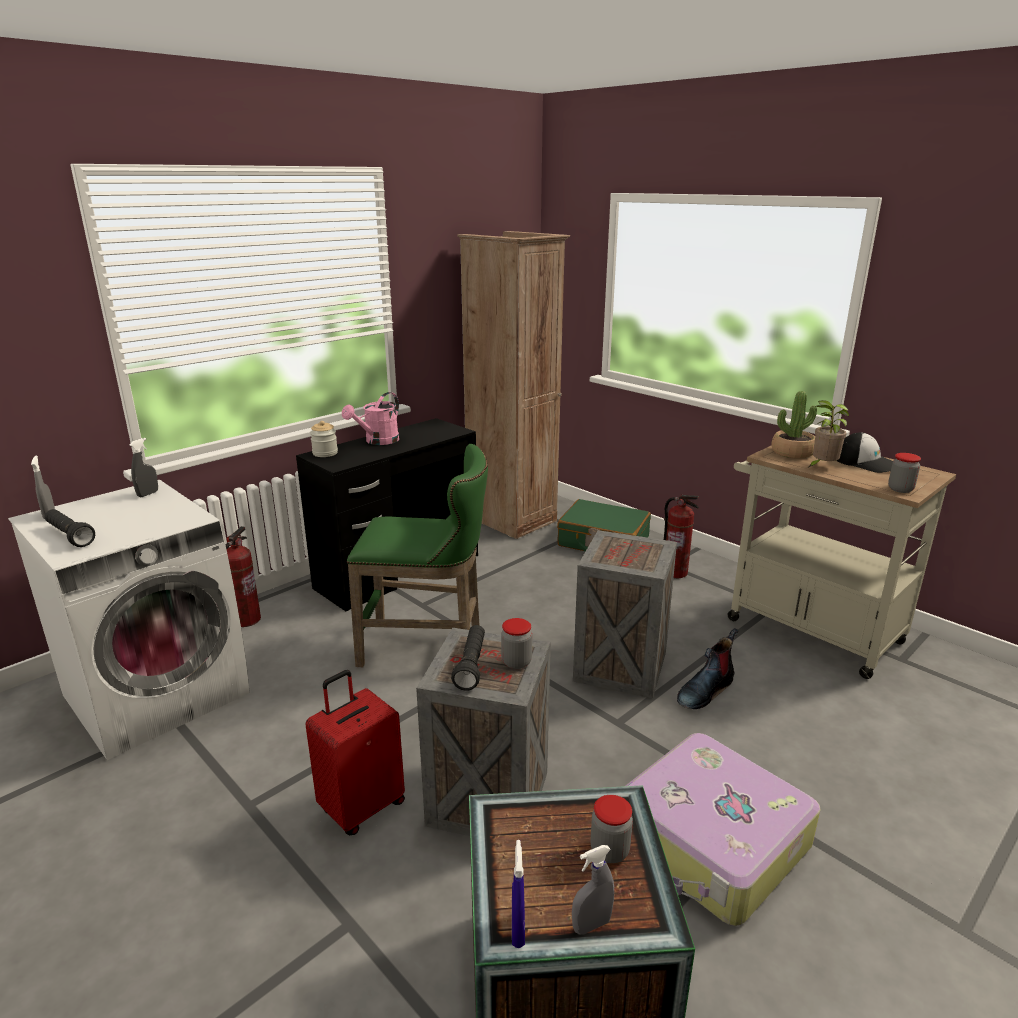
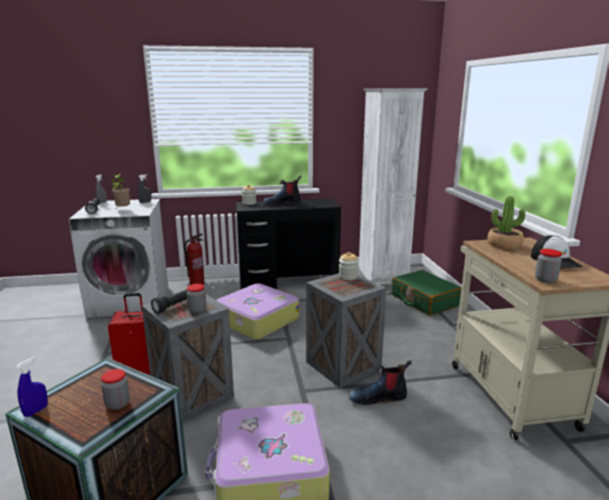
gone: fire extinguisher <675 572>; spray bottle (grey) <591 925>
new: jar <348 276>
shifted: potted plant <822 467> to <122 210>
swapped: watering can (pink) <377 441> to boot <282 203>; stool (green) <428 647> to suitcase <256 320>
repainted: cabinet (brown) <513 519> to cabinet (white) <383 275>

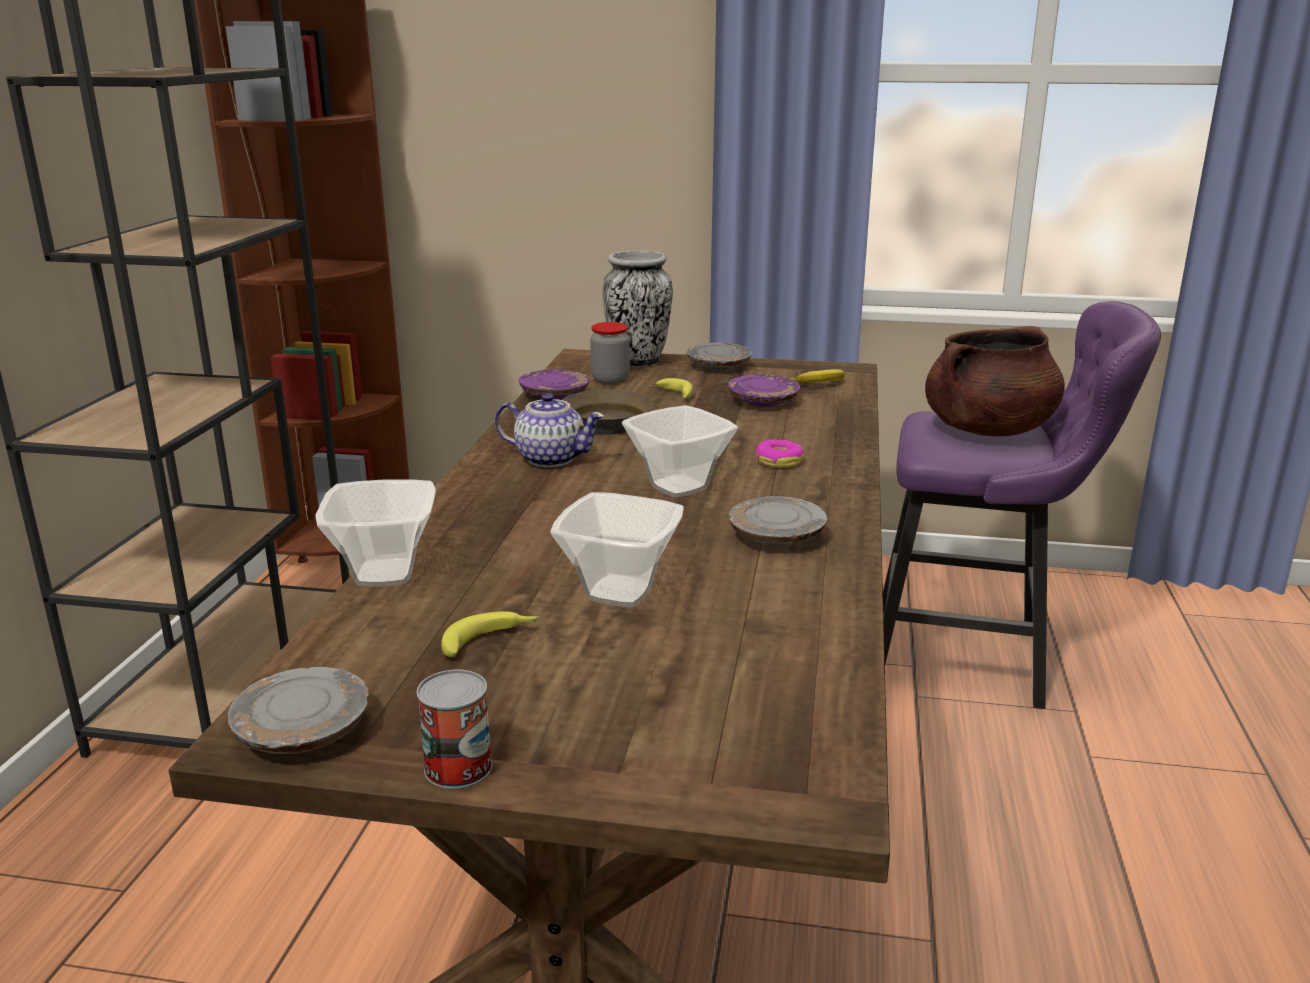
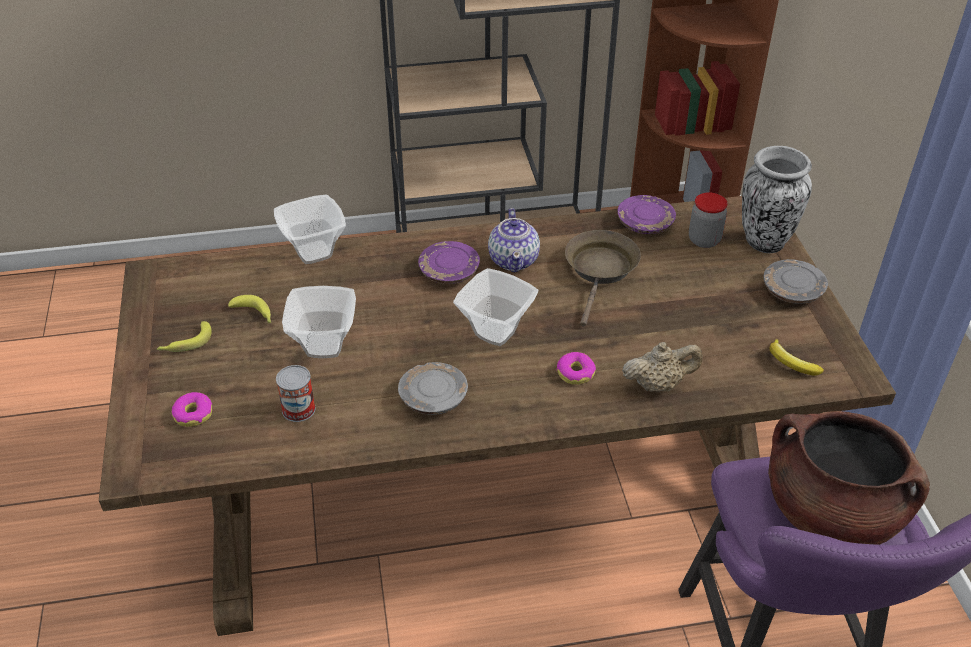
gone: plate (grey) <303 730>
new: teapot (beige) <658 384>; donut <193 414>
shifted: plate (purple) <763 401> to <449 271>; banana <677 396> to <185 343>; can <458 767> to <298 409>

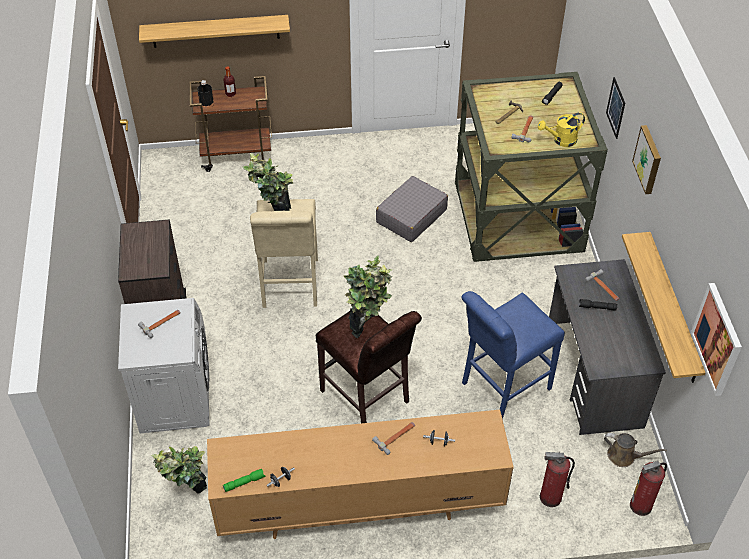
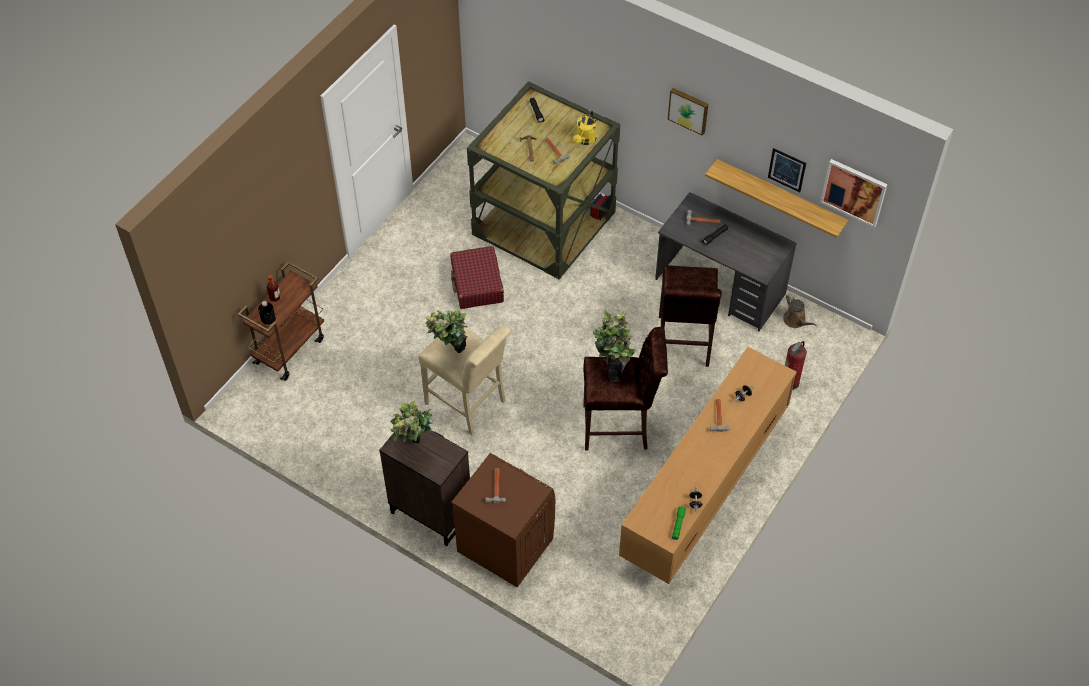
gone: shelf <215 31>; fire extinguisher <640 506>
shifted: picture <616 108> to <787 170>; potted plant <188 495> to <414 450>
repainted: suitcase (grey) <411 216> to suitcase (red) <477 284>; stool (blue) <501 387> to stool (brown) <682 344>; washing machine (white) <175 398> to washing machine (brown) <505 545>
rotated: watering can (brown) <624 456> = <795 321> 90 degrees clockwise

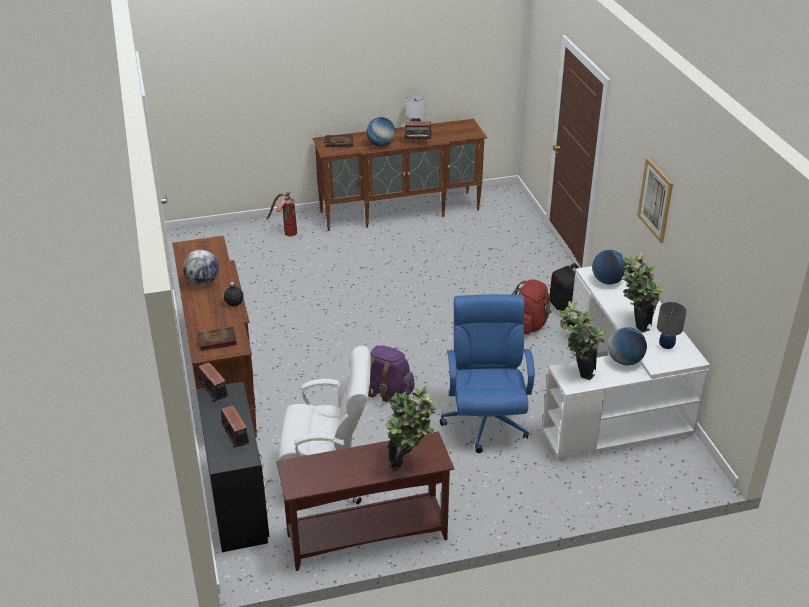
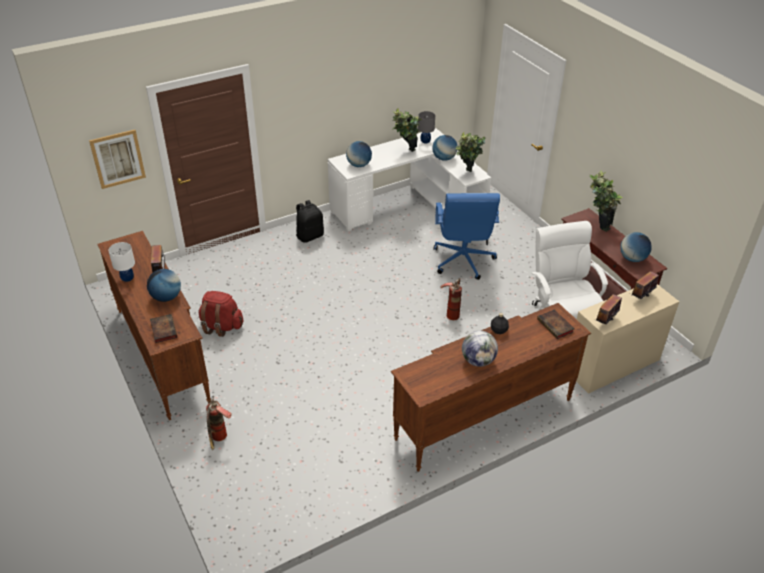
new: globe <632 258>
shifted: picture <655 200> to <118 159>; backpack (red) <530 324> to <221 326>
swapped: backpack (purple) <387 390> to fire extinguisher <452 312>
repainted: desk (black) <237 502> to desk (beige) <612 365>
rotated: office chair (blue) <485 422> = <463 259> 75 degrees counterclockwise

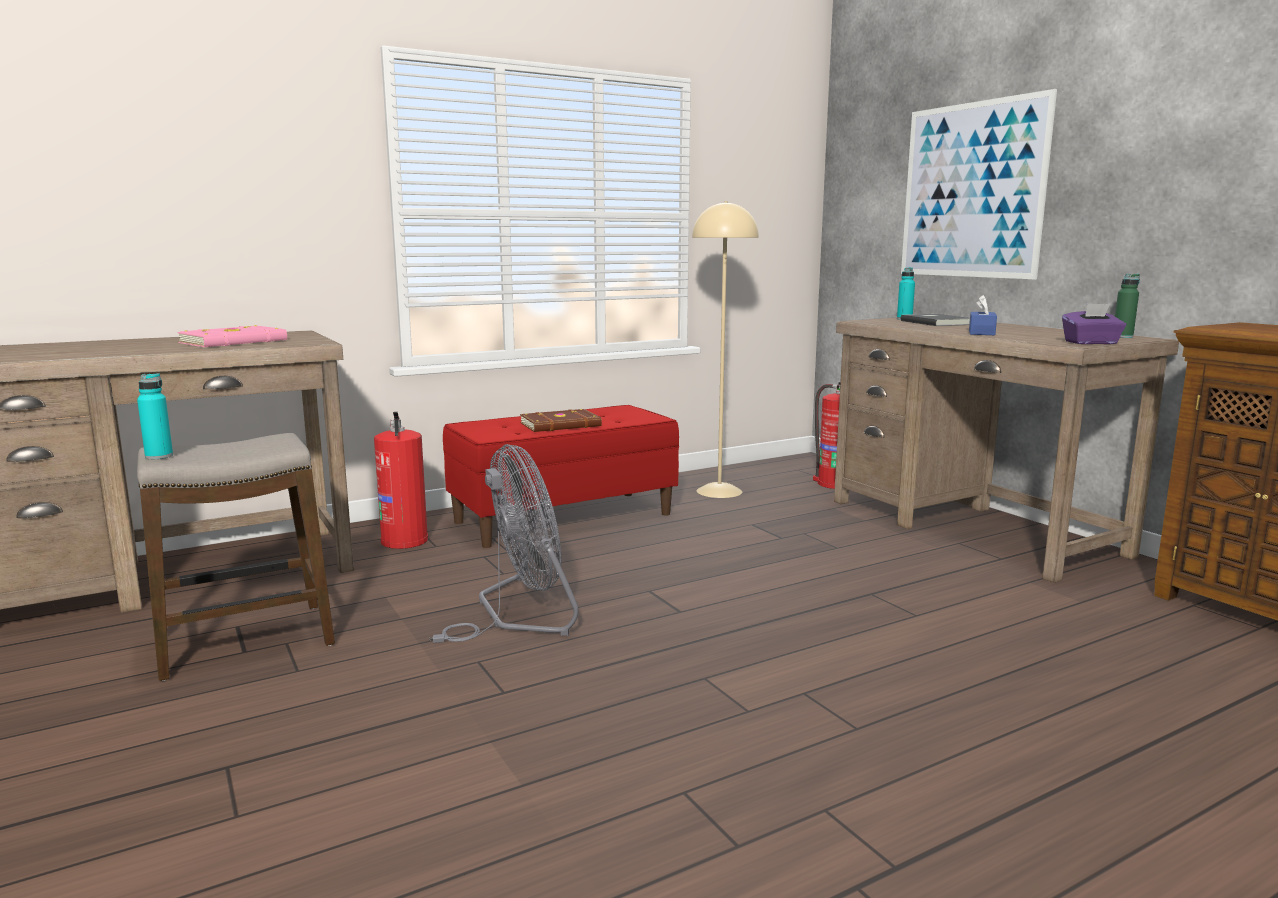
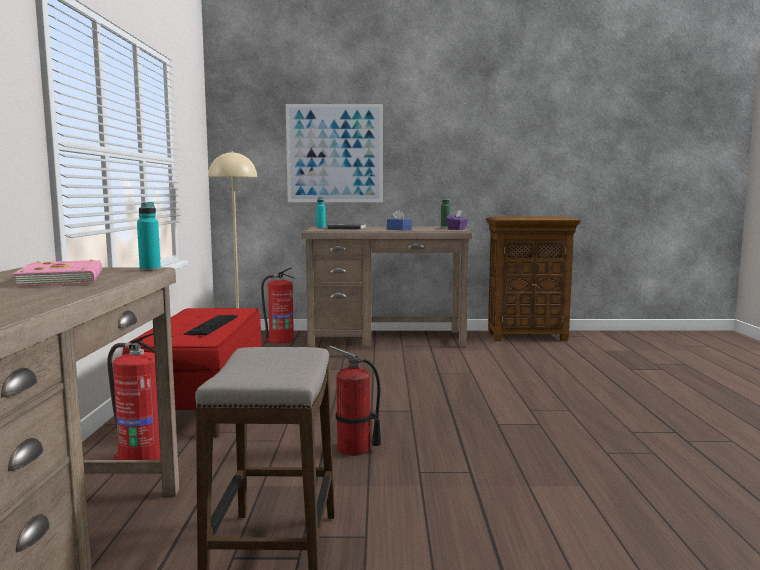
shifted: bottle (turquoise) <159 456> to <150 269>
swapped: book (brown) <561 425> to keyboard <212 325>; fan (grey) <513 612> to fire extinguisher <354 449>

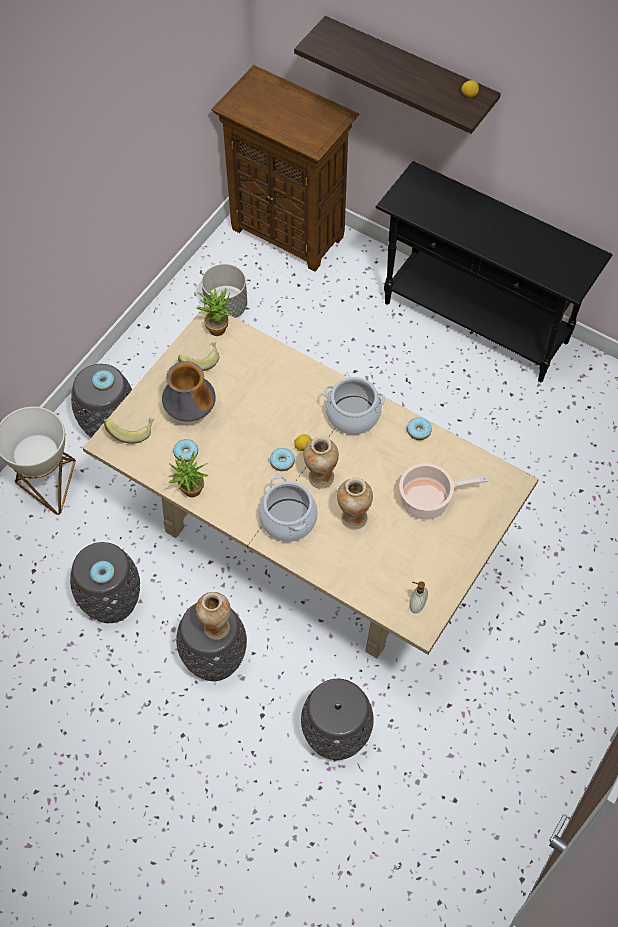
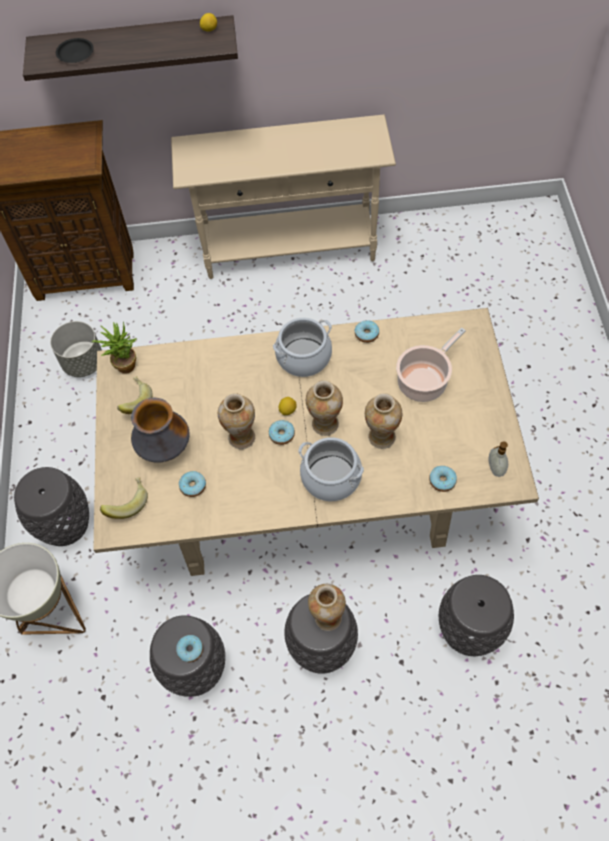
gone: potted plant <190 493>
new: plate (black) <75 53>; vase <241 437>
shifted: donut <103 383> to <442 481>
repainted: console table (black) <476 323> to console table (beige) <290 249>

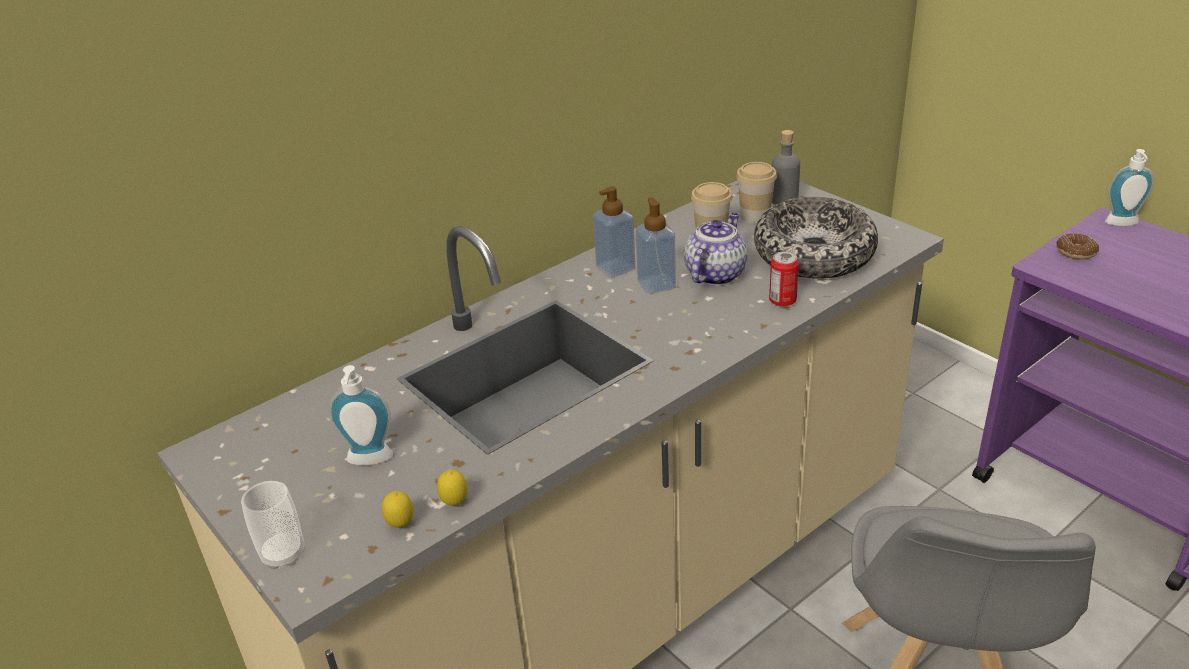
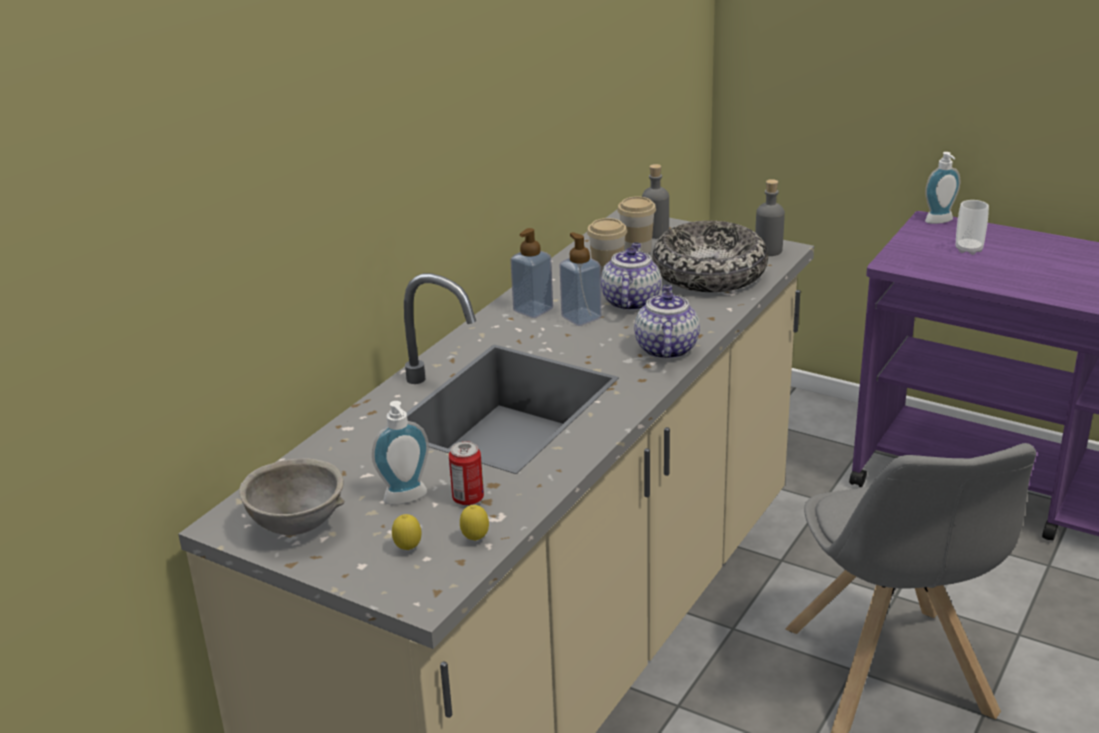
gone: donut <1076 252>
new: bottle (grey) <768 250>; teapot <665 348>; bowl (grey) <297 525>
shifted: can <782 301> to <468 499>; lemon <455 503> to <408 549>; cup <283 554> to <968 249>

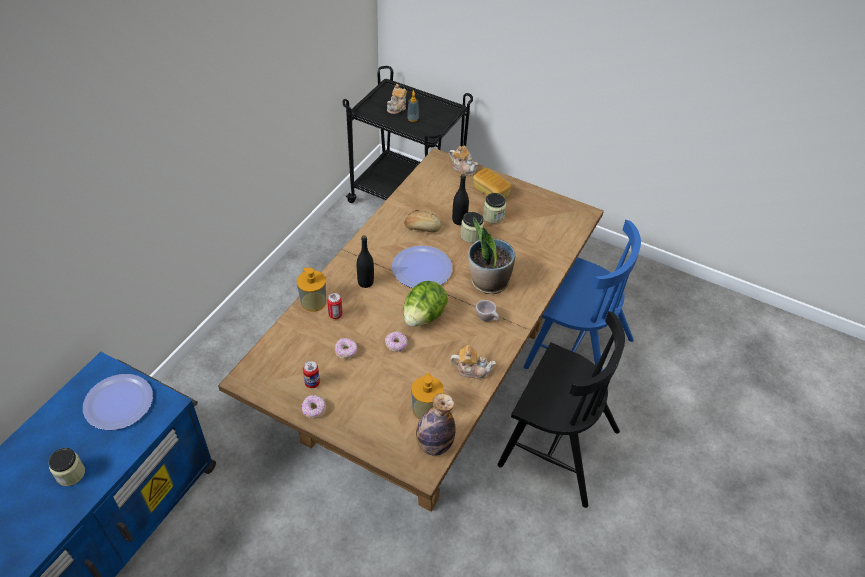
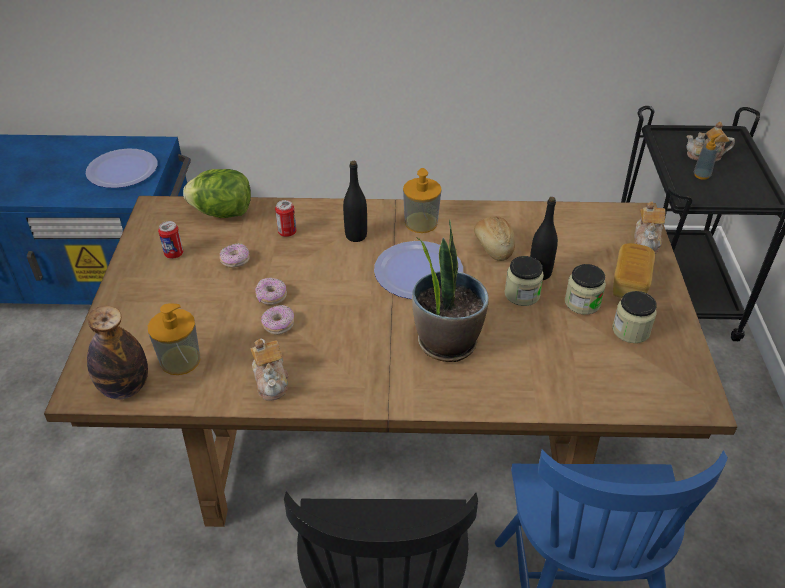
gone: cup (beige) <487 319>
shifted: soap dispenser <313 302> to <421 223>; lettuce <424 316> to <223 213>; donut <314 410> to <278 325>; jar <70 474> to <630 330>

